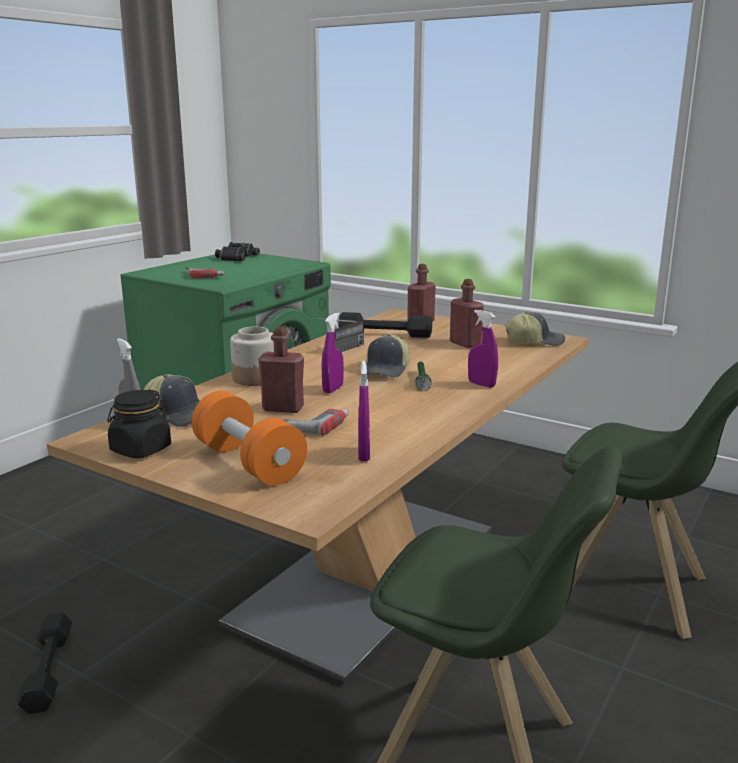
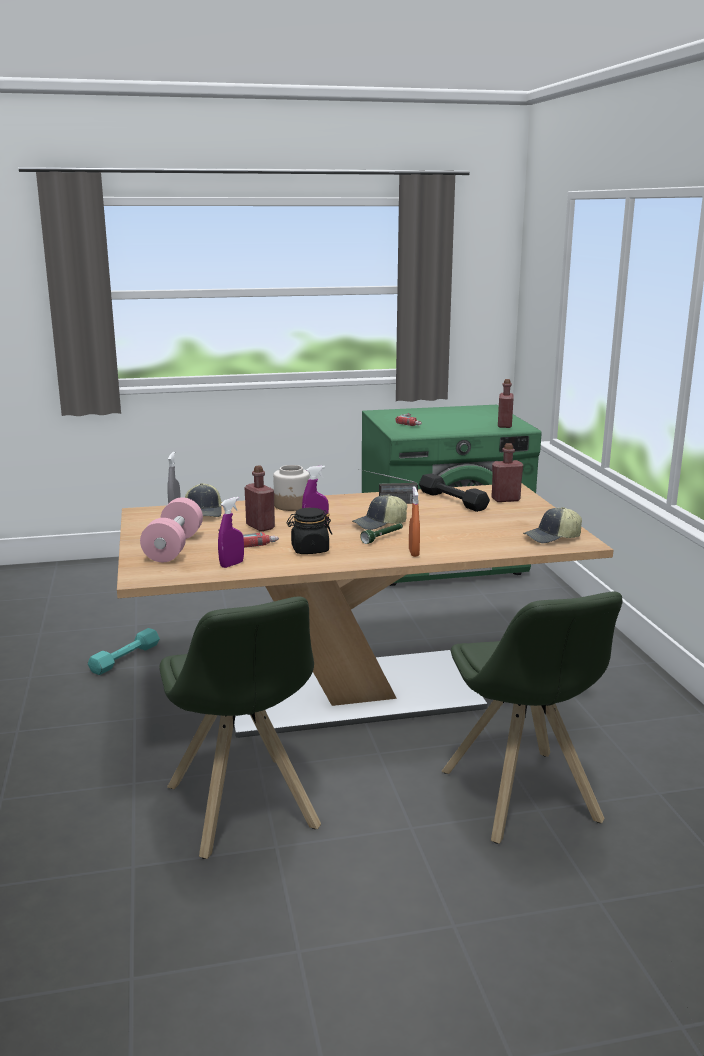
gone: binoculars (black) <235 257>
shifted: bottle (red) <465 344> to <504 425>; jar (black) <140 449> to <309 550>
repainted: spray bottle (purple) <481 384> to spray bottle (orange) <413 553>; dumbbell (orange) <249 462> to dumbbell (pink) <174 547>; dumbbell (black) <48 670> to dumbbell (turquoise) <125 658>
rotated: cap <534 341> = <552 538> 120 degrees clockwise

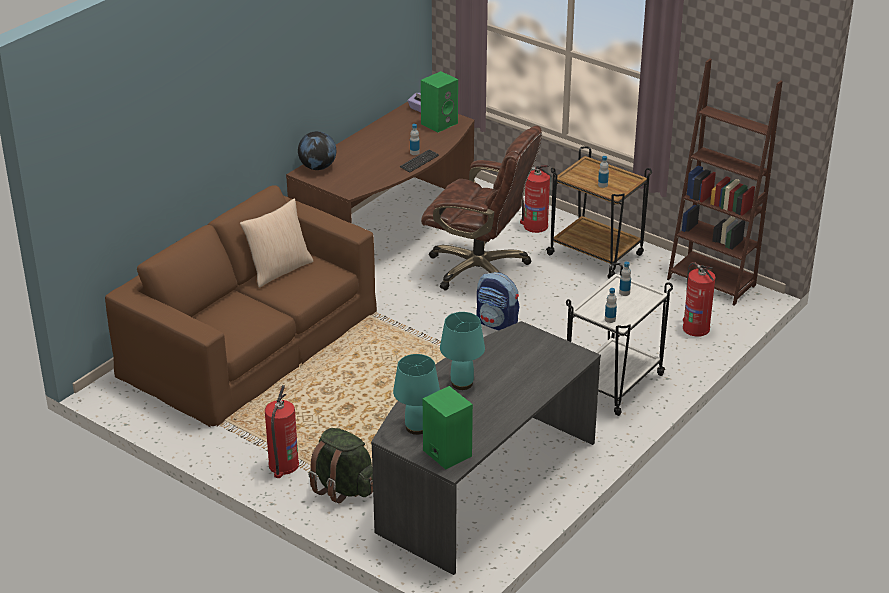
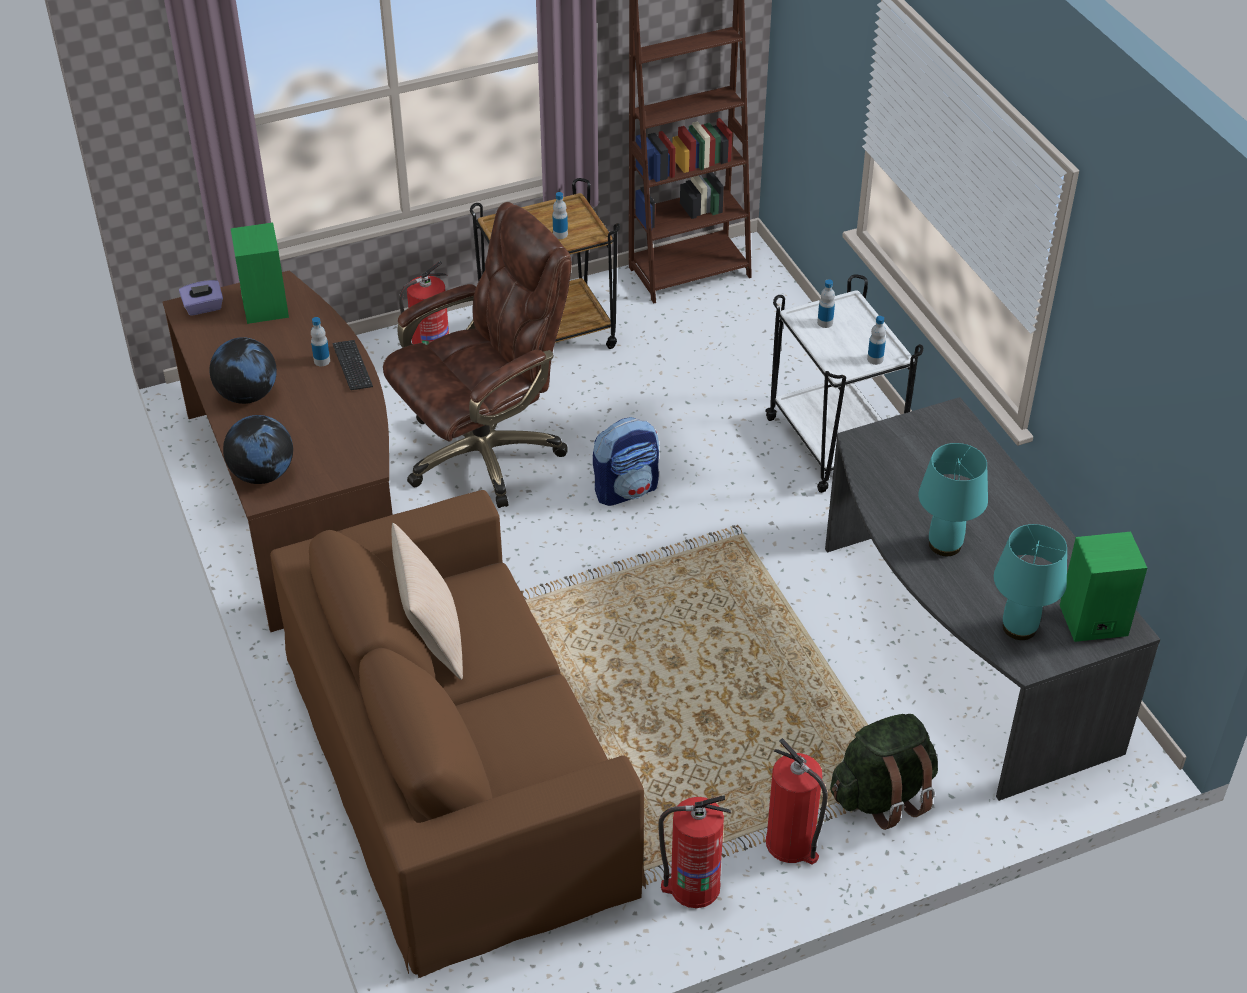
new: globe <247 395>
shifted: fire extinguisher <695 328> to <693 886>

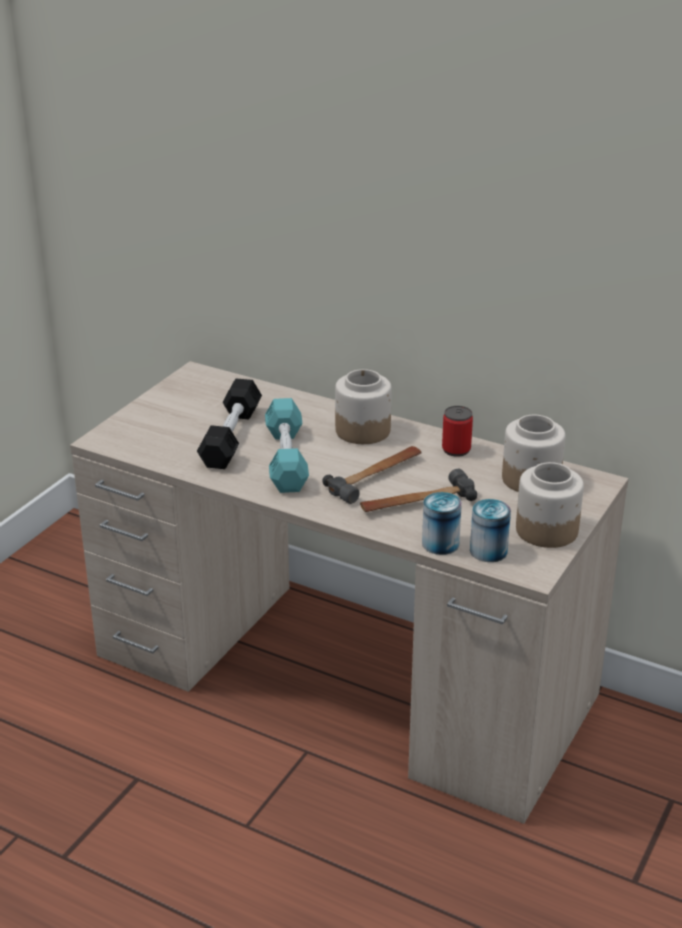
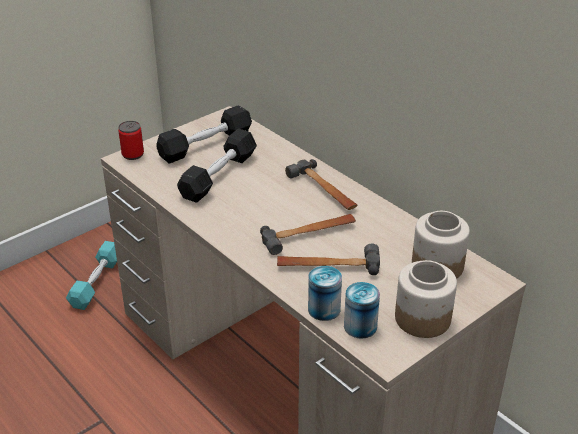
new: dumbbell (black) <205 145>
shifted: dumbbell (turquoise) <286 458> to <96 282>; can <456 450> to <133 154>
swapped: jar <362 430> to hammer <323 190>

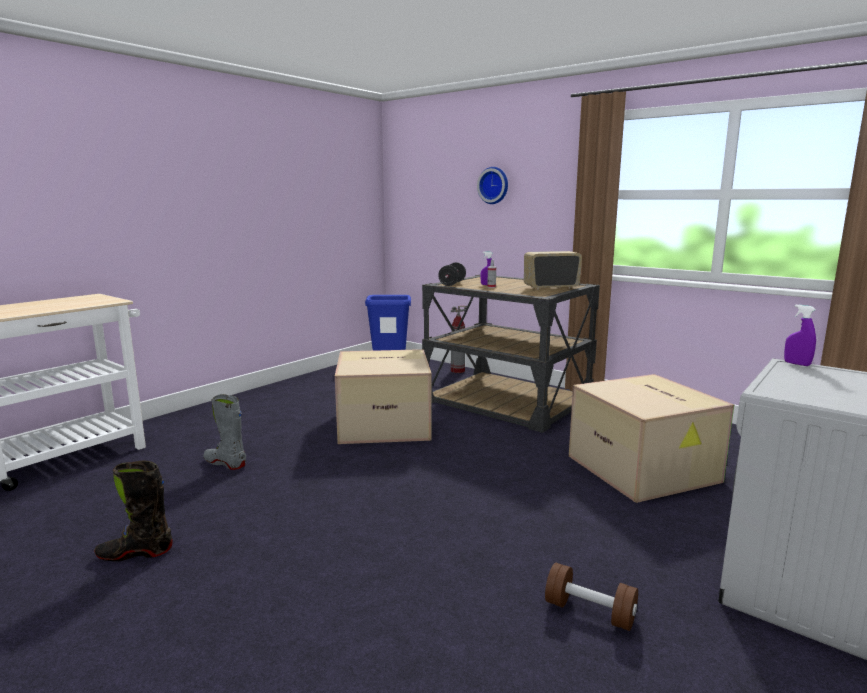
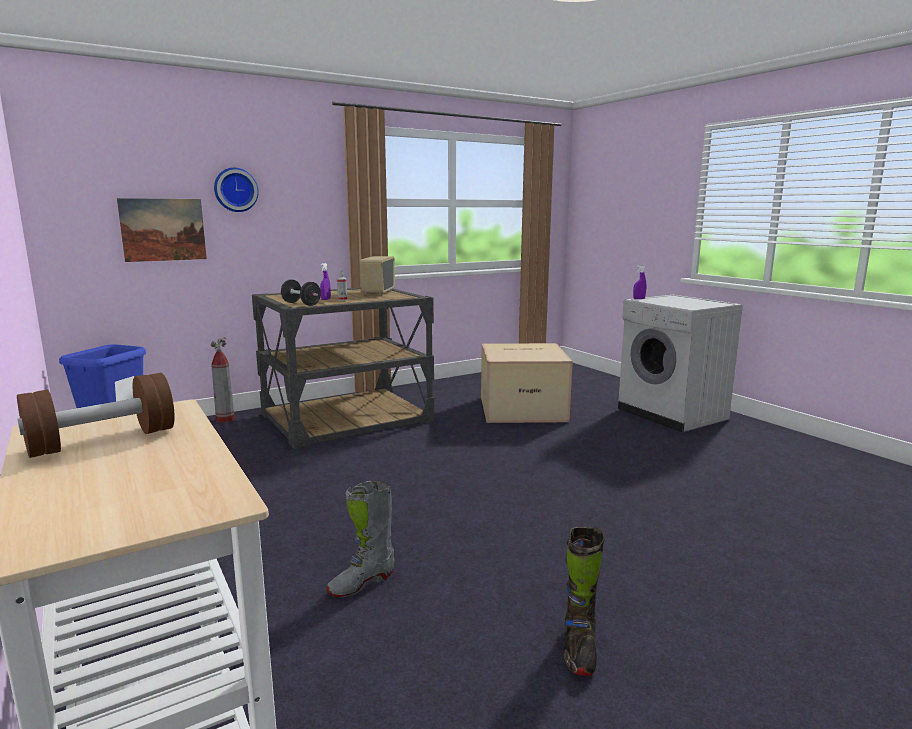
gone: cardboard box <385 424>
new: picture <163 229>
shifted: dumbbell (brown) <589 612> to <103 441>

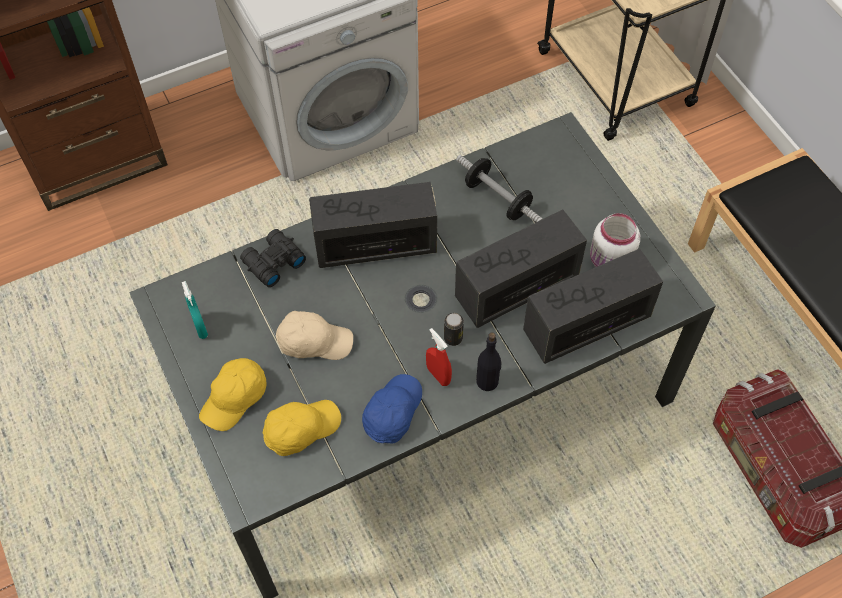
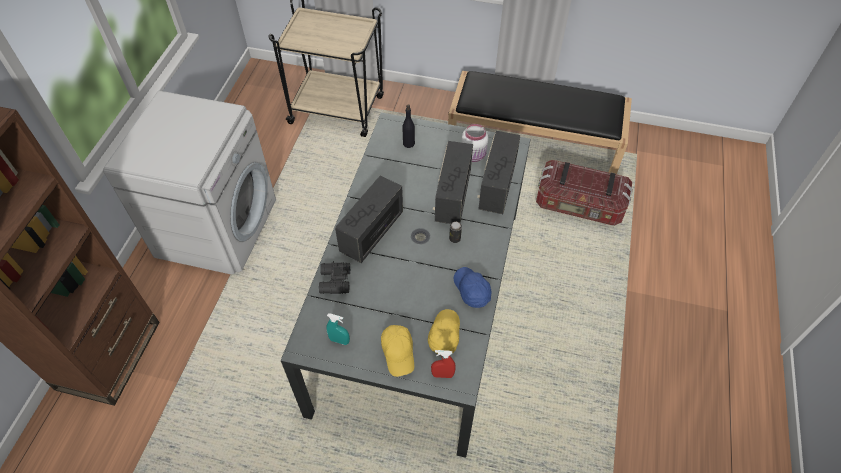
gone: dumbbell <497 199>; cap (beige) <314 341>
shifted: spray bottle (red) <438 375> to <442 375>; bottle (black) <487 381> to <409 143>

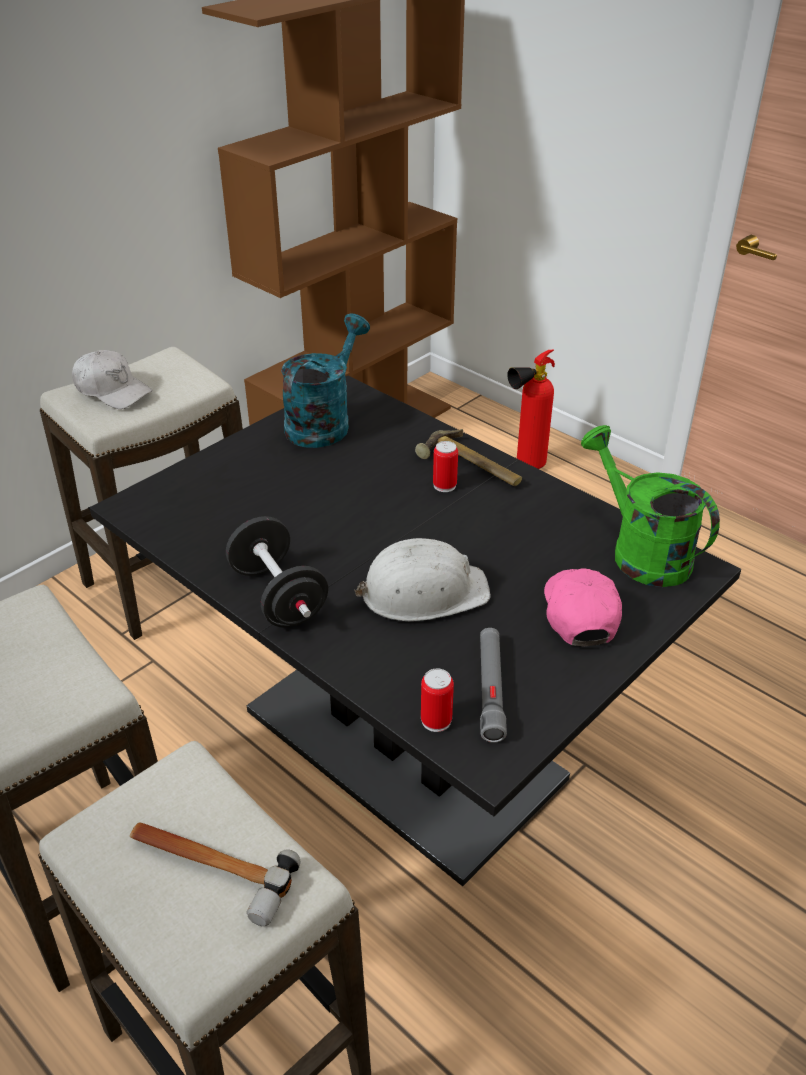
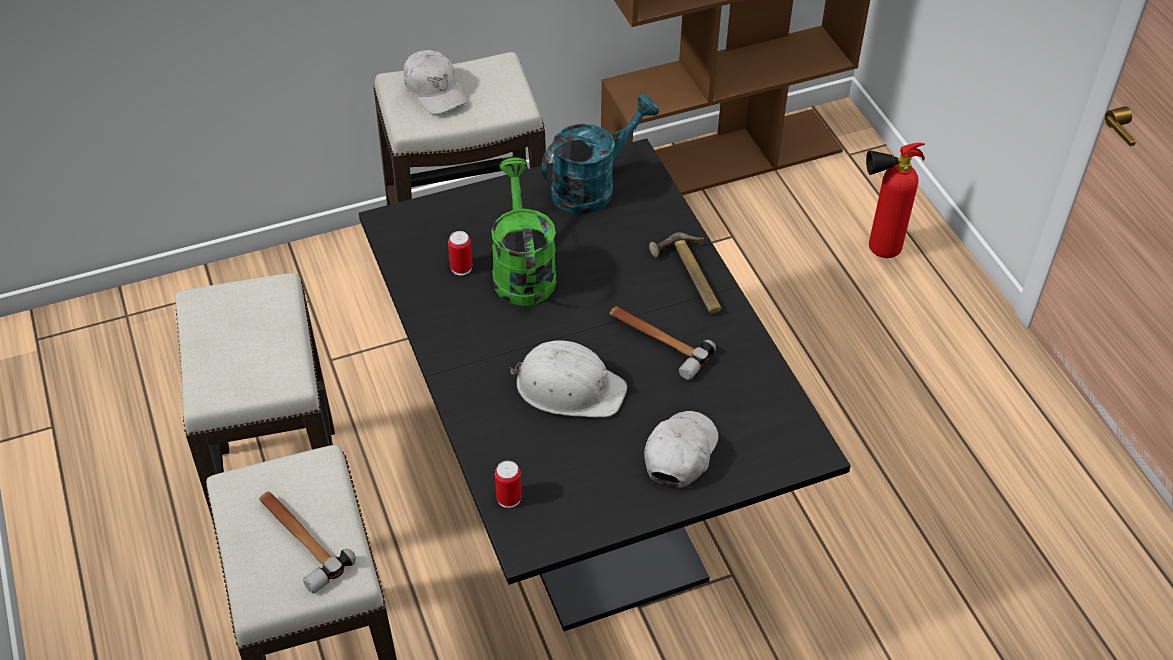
gone: dumbbell (black) <278 596>; flashlight (grey) <490 688>
new: hammer <656 341>
shifted: watering can (green) <640 552> to <522 270>; can <444 485> to <461 268>
repainted: cap (pink) <579 613> to cap (white) <680 453>

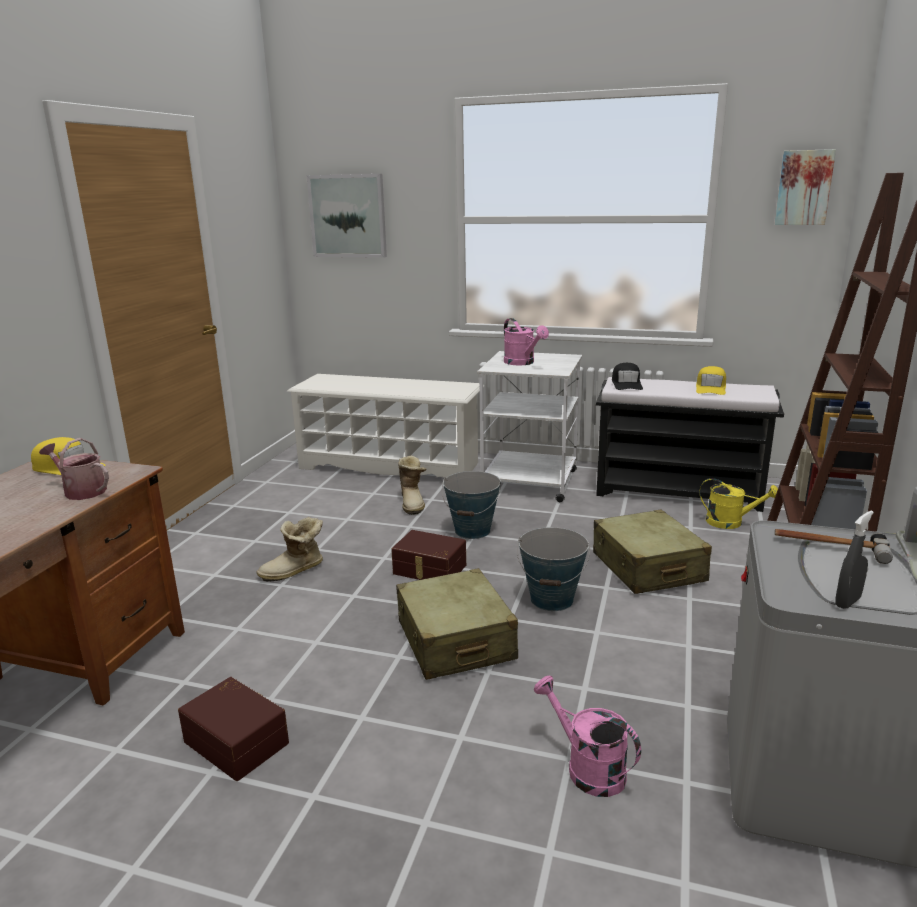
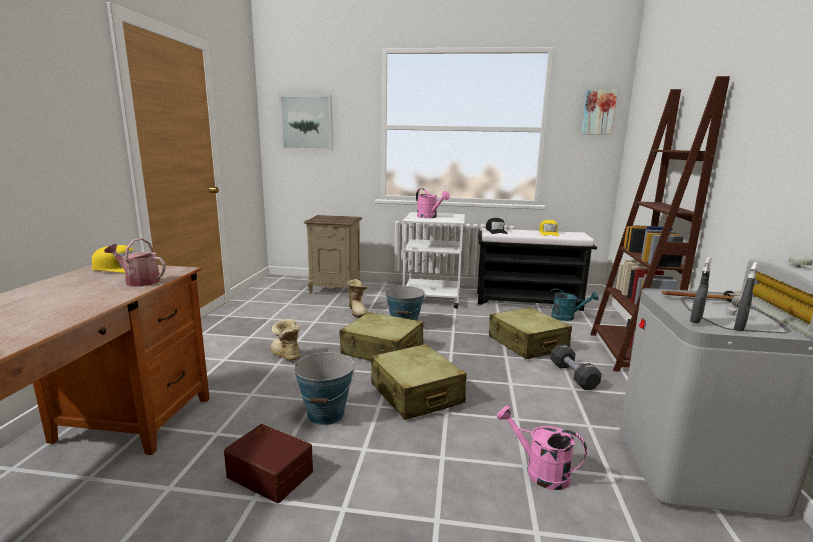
new: spray bottle (grey) <695 320>; dumbbell (black) <573 376>
shifted: bucket <552 599> to <326 414>
swapped: shoe rack (white) <390 466> to nightstand (beige) <335 290>; storage box (brown) <429 570> to suitcase (beige) <382 350>
repainted: watering can (yellow) <731 522> to watering can (turquoise) <567 317>
rotated: boot <294 571> = <285 355> 90 degrees clockwise

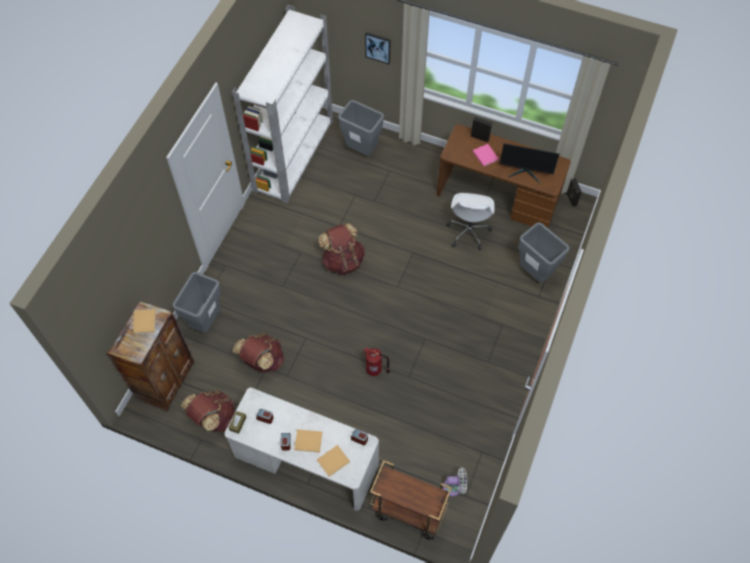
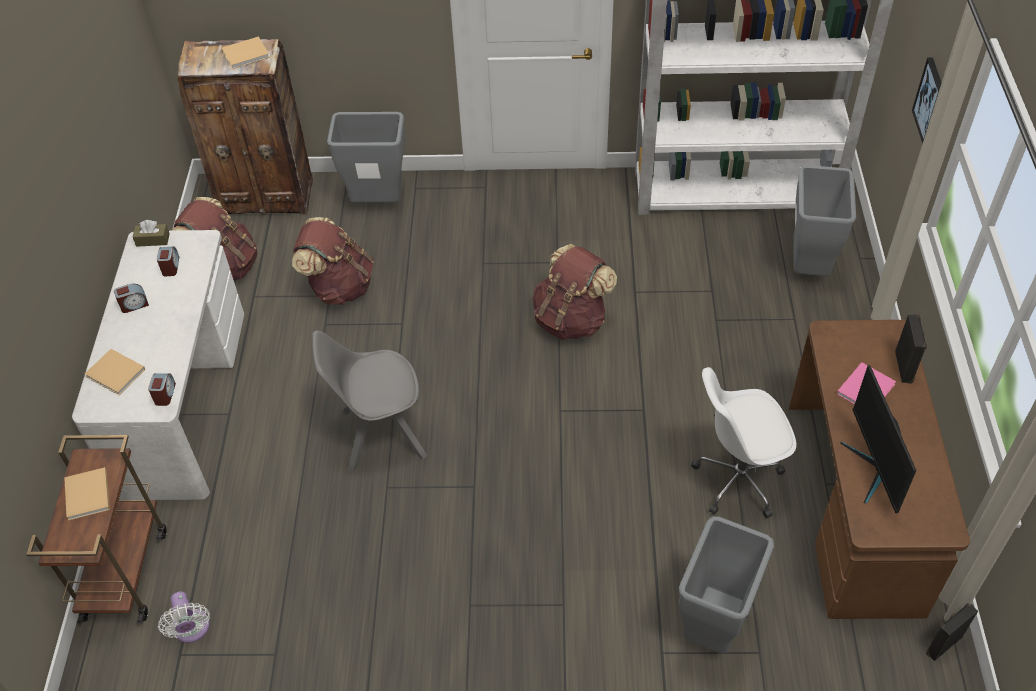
shifted: book (beige) <309 441> to <88 496>
swapped: fire extinguisher <375 370> to chair (grey) <380 434>

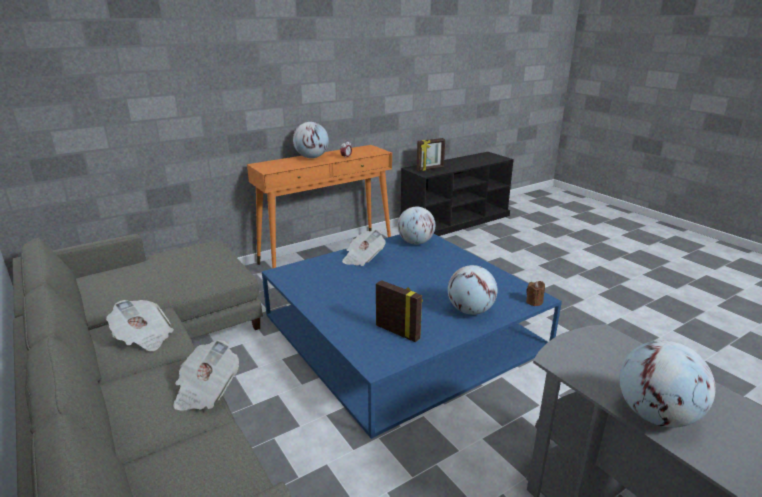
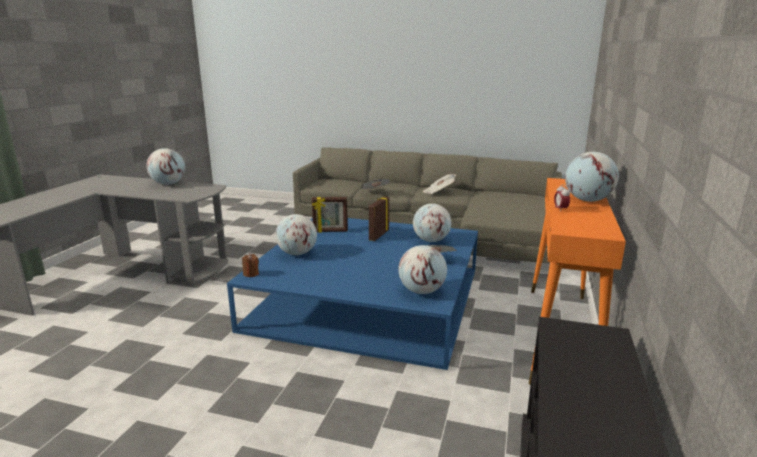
new: globe <431 240>
shifted: picture frame <430 169> to <378 235>

